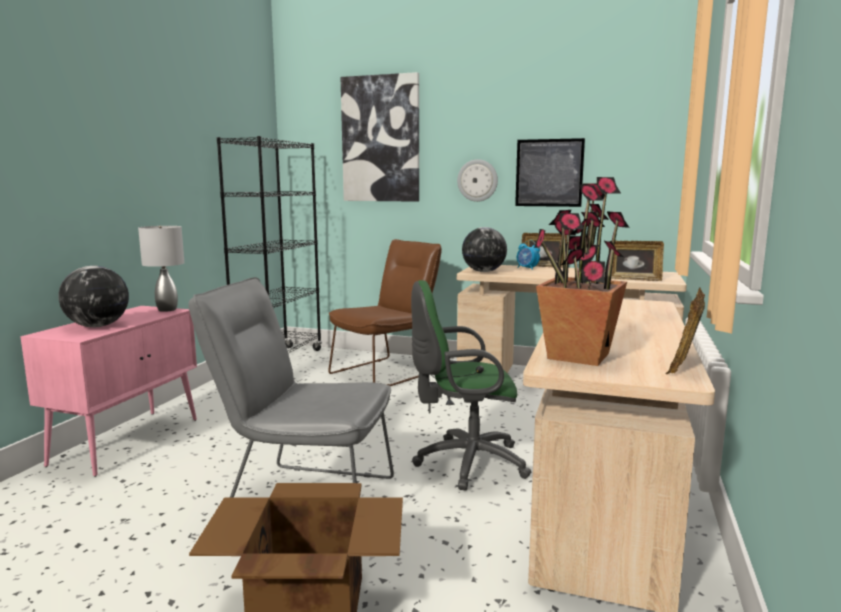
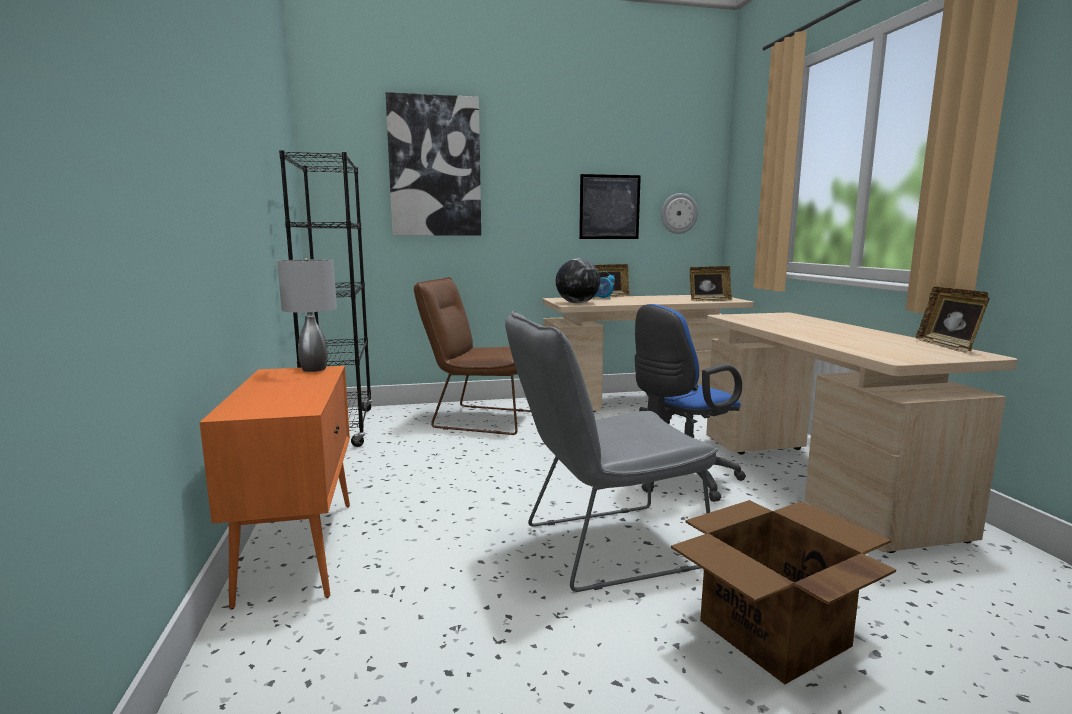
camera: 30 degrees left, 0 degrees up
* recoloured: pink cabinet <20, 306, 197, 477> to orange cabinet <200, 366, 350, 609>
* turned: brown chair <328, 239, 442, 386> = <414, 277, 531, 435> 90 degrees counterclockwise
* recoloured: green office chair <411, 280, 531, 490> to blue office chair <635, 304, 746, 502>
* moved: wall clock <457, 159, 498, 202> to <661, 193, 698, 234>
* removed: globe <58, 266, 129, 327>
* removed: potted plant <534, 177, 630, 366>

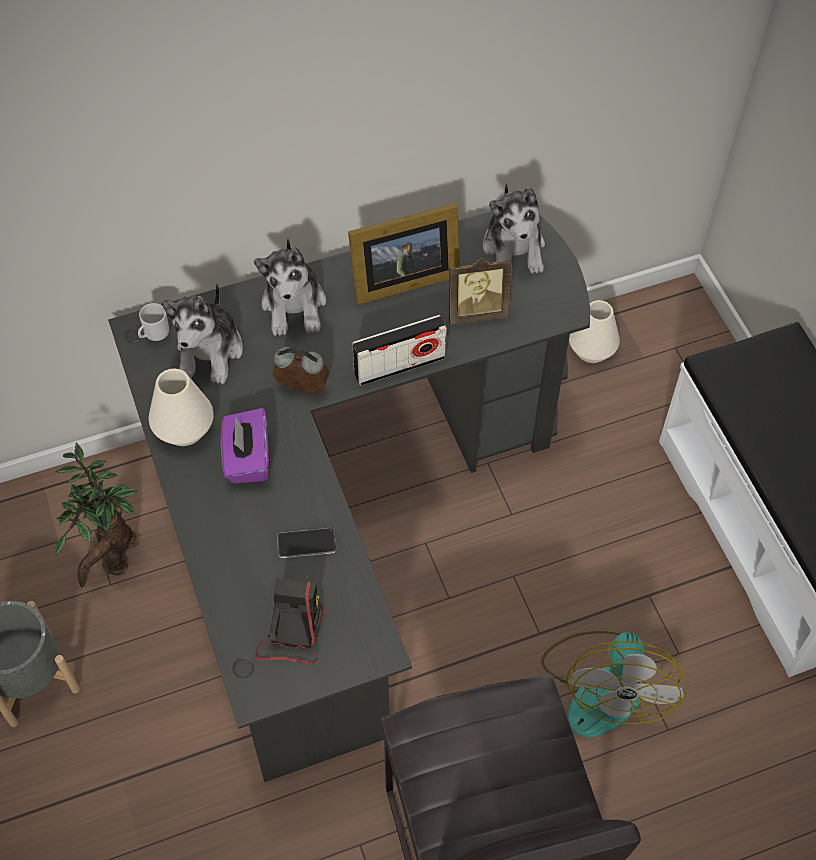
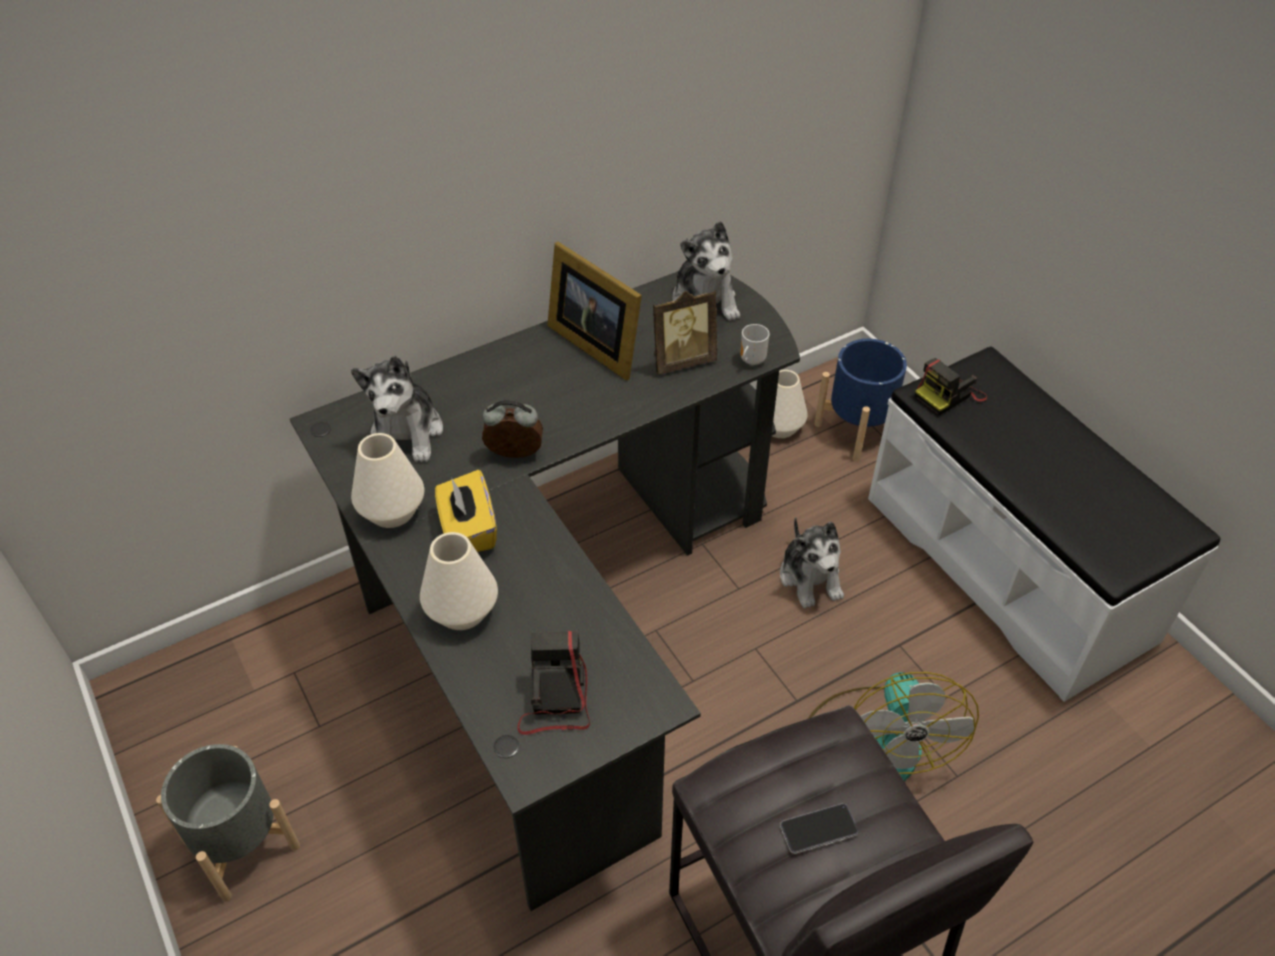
camera: 10 degrees left, 10 degrees down
* added: white vase <420, 532, 498, 630>
* recoloured: purple tissue box <221, 408, 269, 484> to yellow tissue box <435, 470, 497, 552>
* turned: picture frame <348, 203, 460, 305> = <547, 242, 642, 380> 75 degrees clockwise
* moved: mug <138, 303, 169, 341> to <741, 324, 770, 365>
* moved: plush toy <254, 238, 326, 336> to <780, 517, 844, 609>
* moved: phone <277, 528, 336, 558> to <780, 803, 859, 854>
* added: blue planter <815, 339, 909, 462>
* added: photo camera <915, 358, 987, 416>
* removed: potted plant <55, 442, 139, 587>
* removed: radio <353, 315, 447, 386>

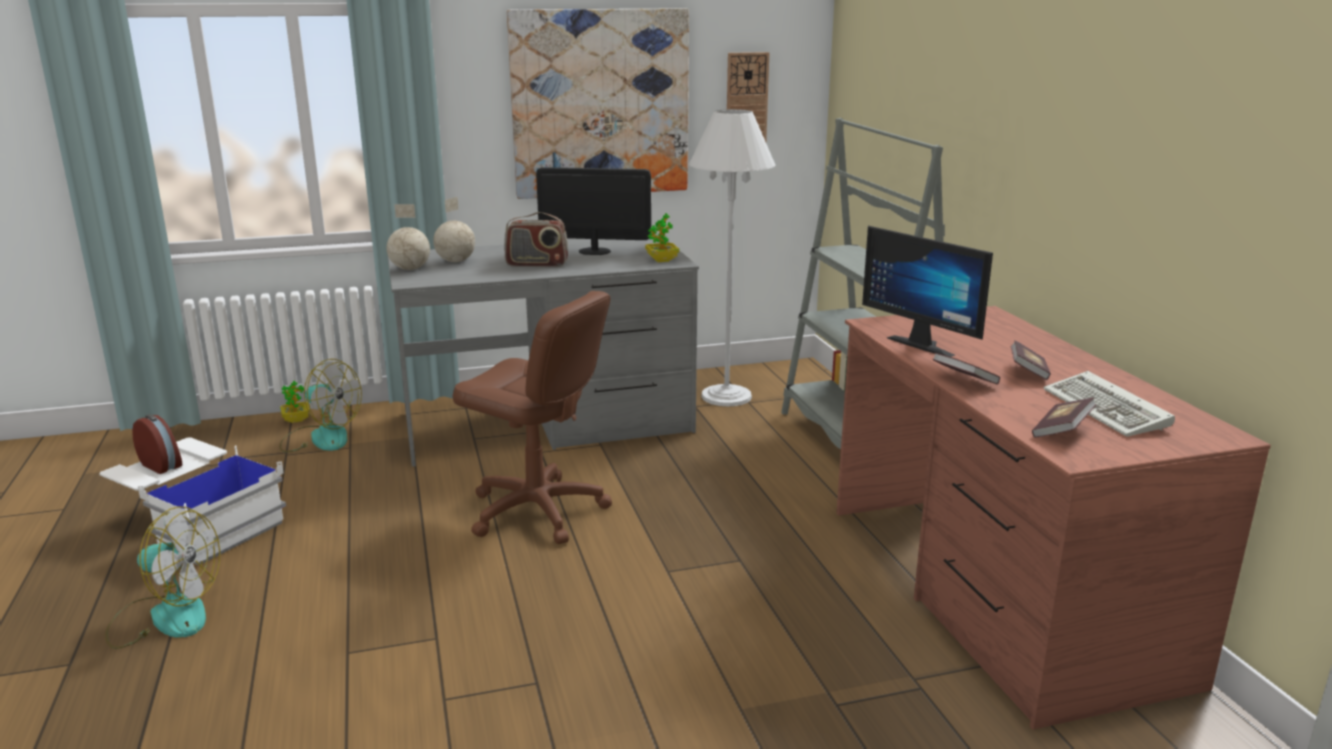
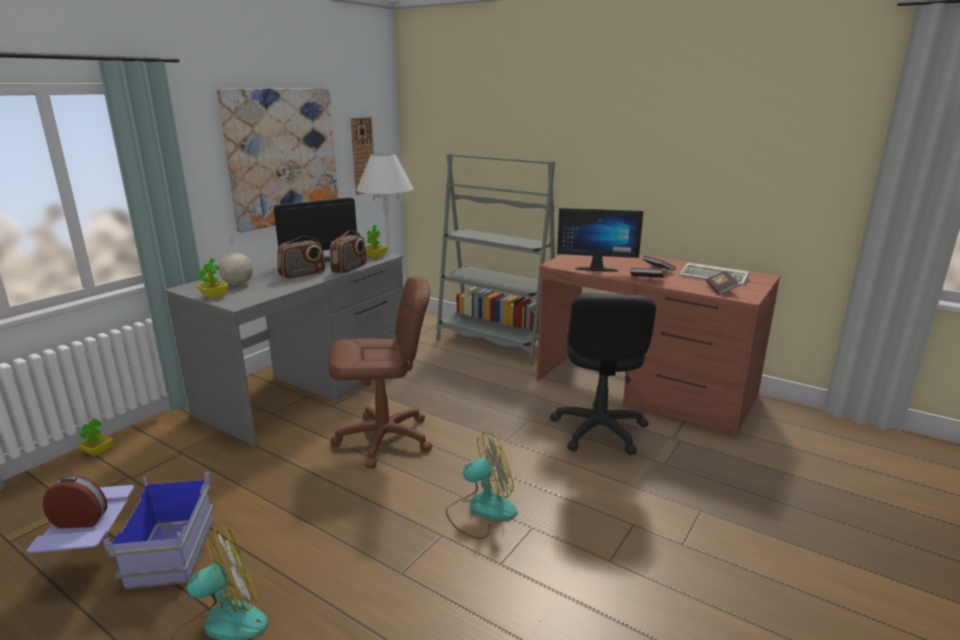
camera: 40 degrees left, 0 degrees up
* recoloured: white storage box <99, 437, 286, 566> to blue storage box <27, 472, 214, 589>
* replaced: globe <387, 204, 430, 270> to potted plant <197, 258, 228, 299>
* added: radio <330, 230, 367, 273>
* moved: fan <279, 359, 362, 452> to <446, 431, 518, 539>
* added: black office chair <550, 293, 656, 455>

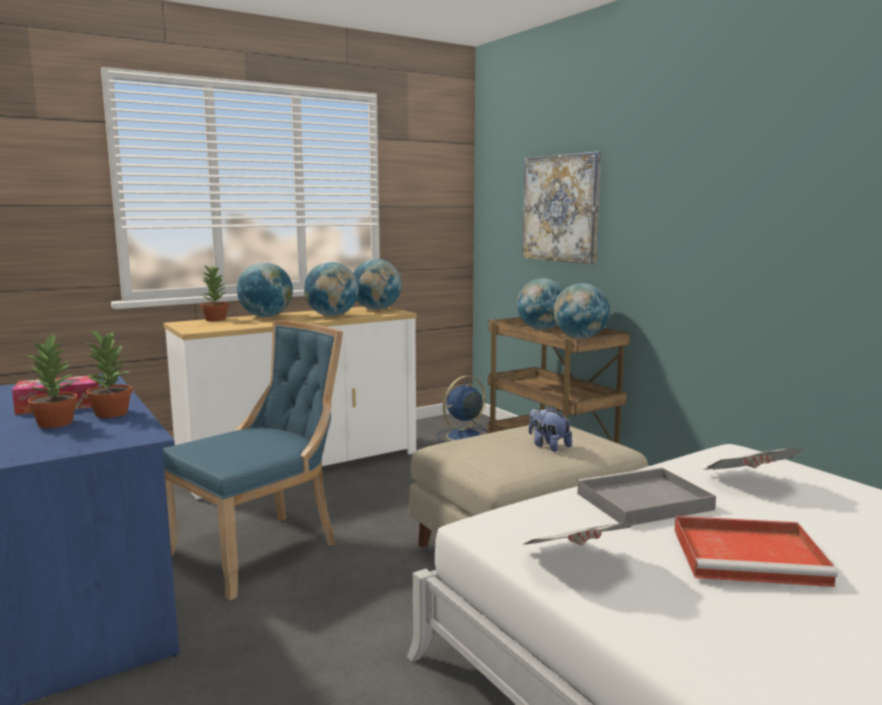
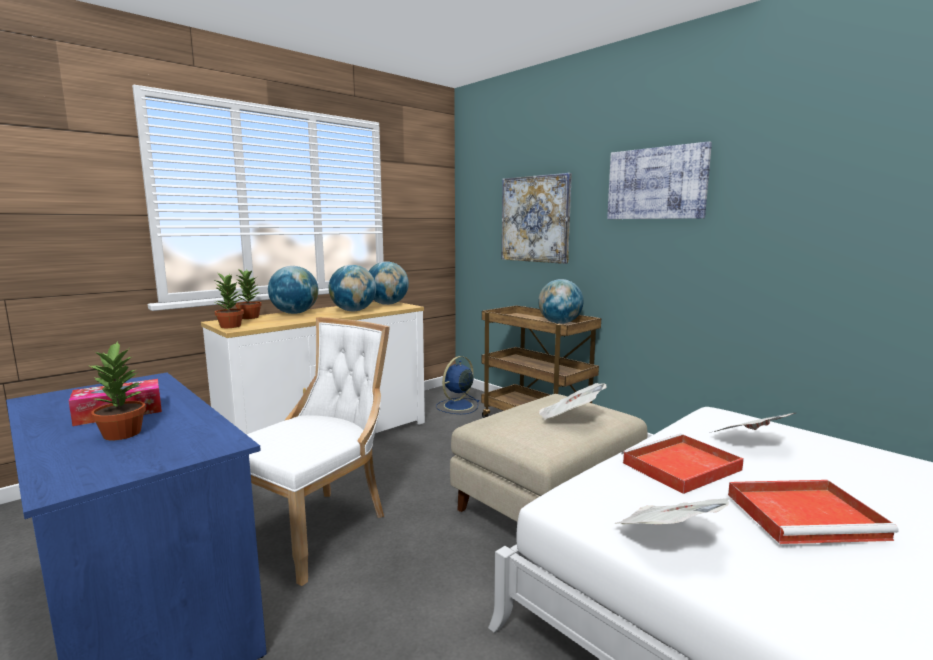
camera: 10 degrees left, 0 degrees up
* moved: potted plant <85, 329, 132, 418> to <215, 273, 244, 328>
* recoloured: blue chair <163, 320, 343, 600> to white chair <246, 317, 390, 586>
* replaced: plush toy <529, 406, 572, 452> to newspaper <539, 383, 606, 420>
* added: picture <607, 141, 712, 219>
* recoloured: grey tray <576, 467, 716, 525> to red tray <621, 434, 744, 494>
* removed: globe <517, 278, 564, 330>

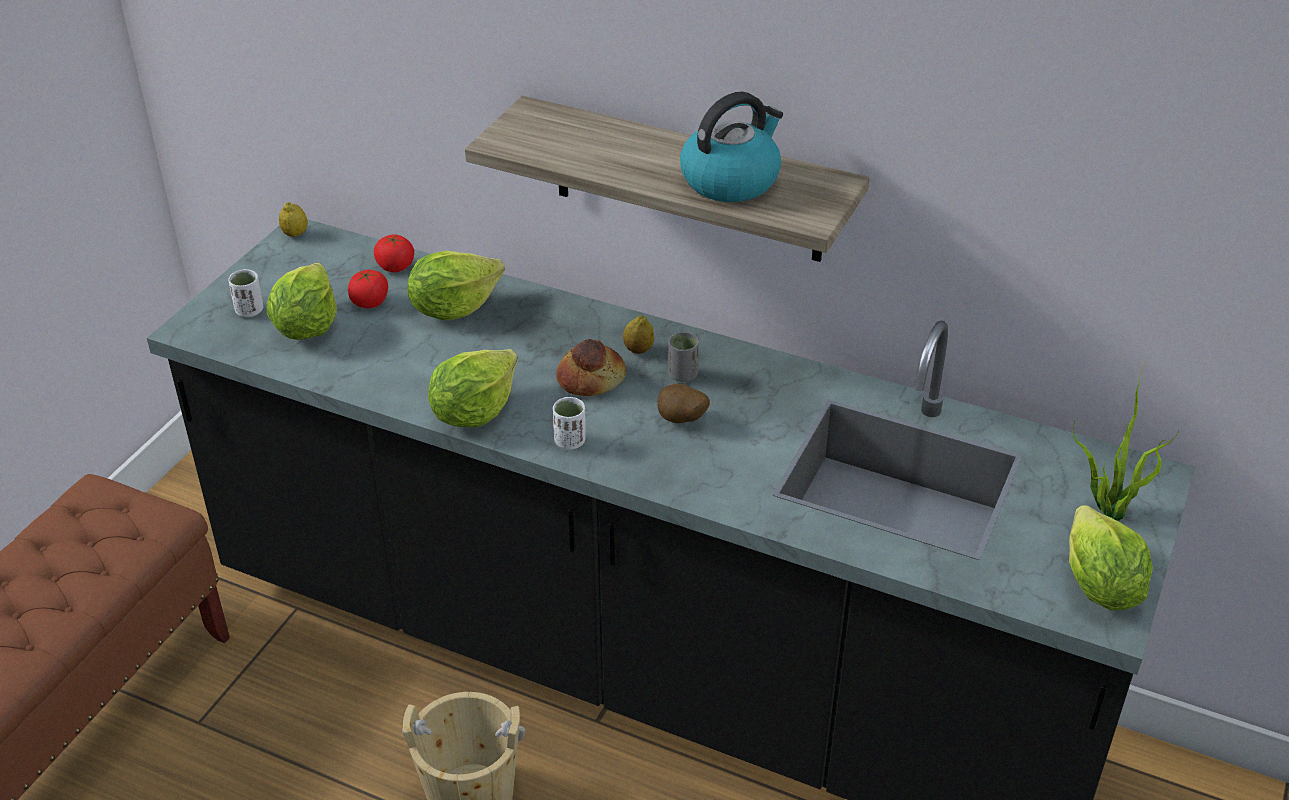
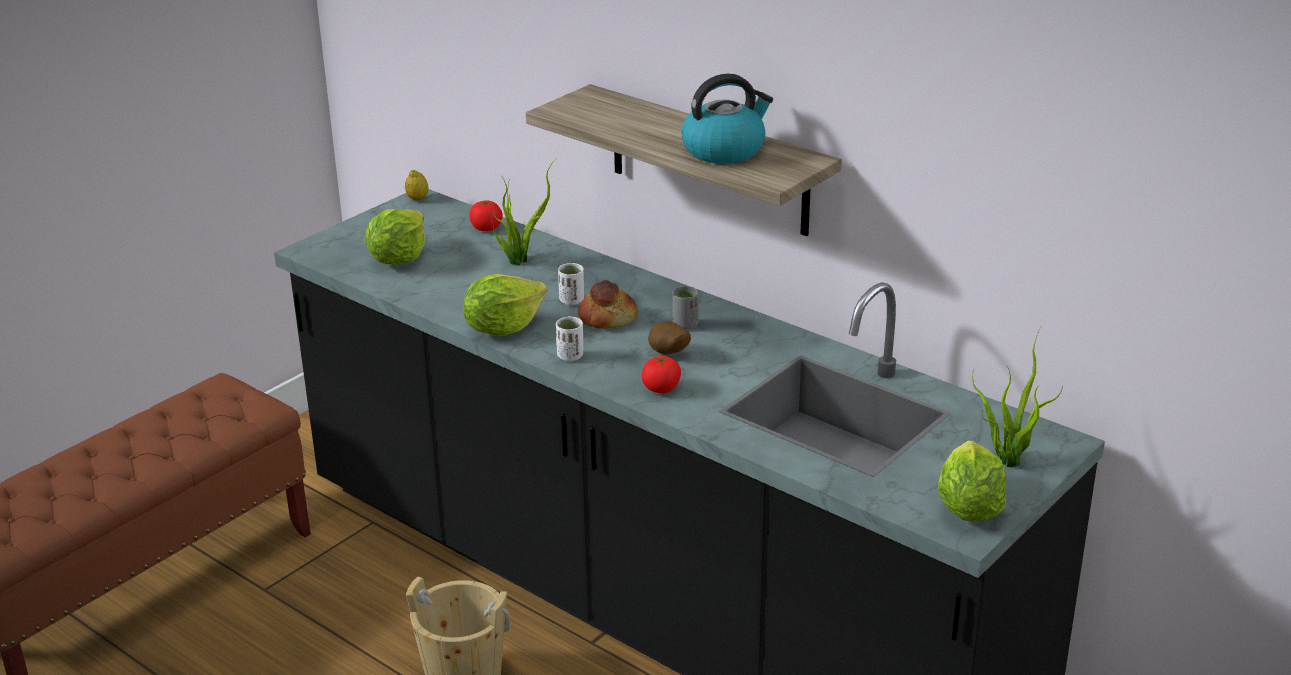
camera: 15 degrees right, 10 degrees down
* replaced: lettuce <407, 251, 505, 320> to potted plant <491, 158, 557, 265>
* moved: white cup <228, 269, 263, 317> to <558, 263, 584, 305>
* moved: tomato <348, 270, 388, 308> to <642, 356, 681, 393>
* removed: lemon <623, 315, 654, 354>

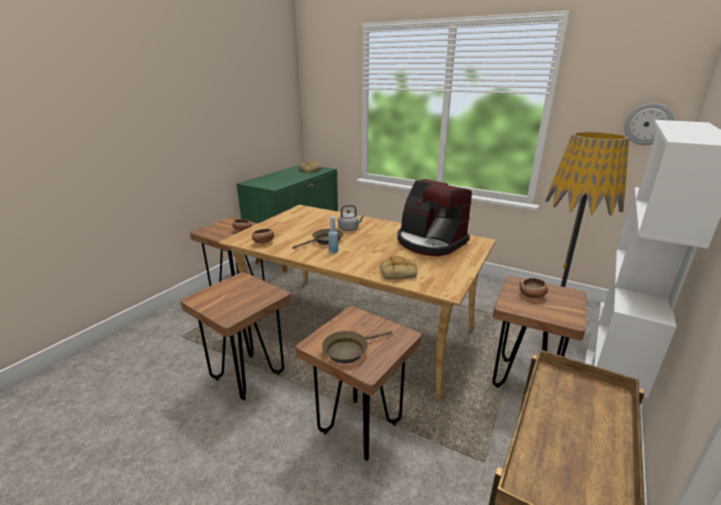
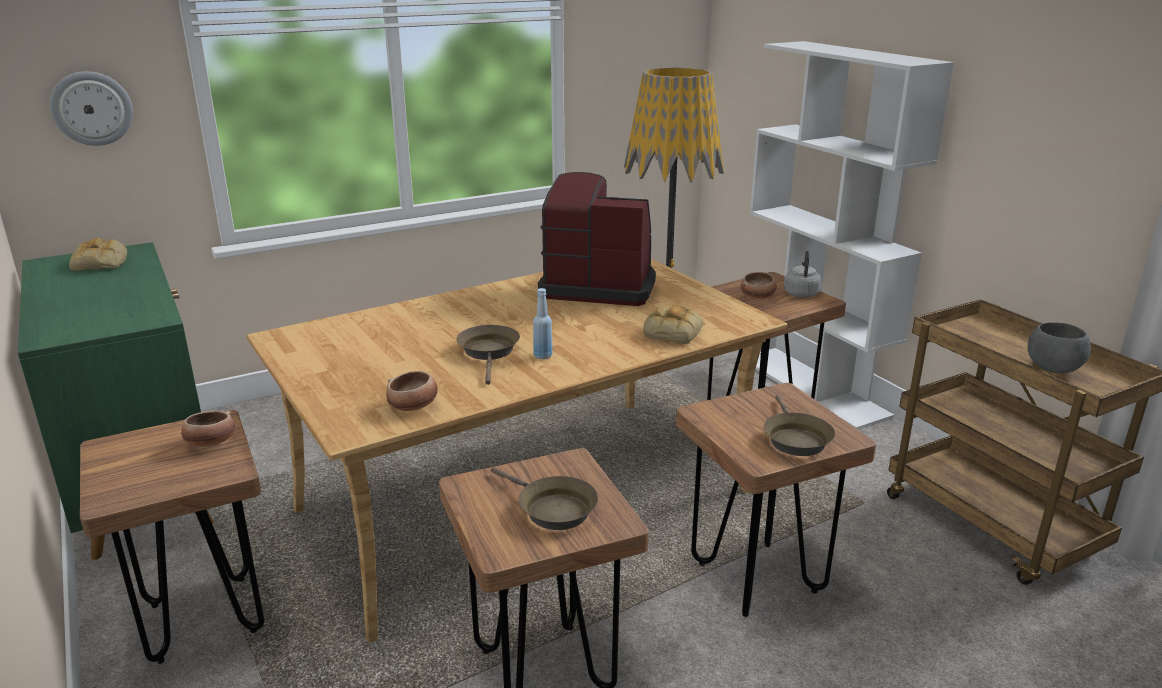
camera: 60 degrees left, 0 degrees up
* moved: wall clock <624, 103, 674, 145> to <50, 71, 133, 146>
* added: brown frying pan <491, 467, 598, 530>
* turned: coffee machine <397, 179, 472, 256> = <538, 172, 656, 306> 150 degrees counterclockwise
* moved: grey kettle <338, 205, 365, 231> to <784, 251, 821, 298>
* added: grey bowl <1028, 322, 1091, 373>

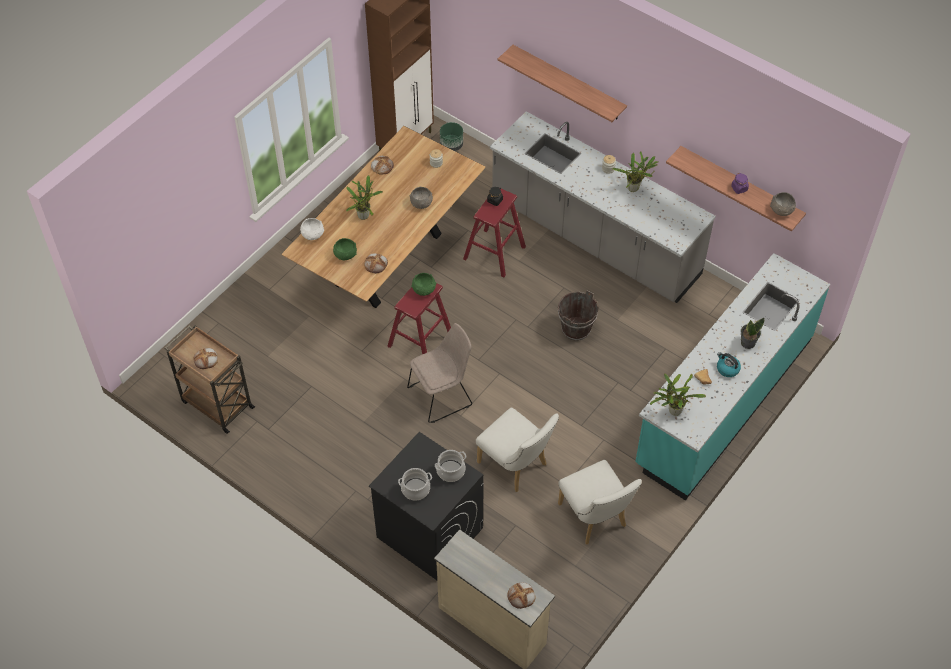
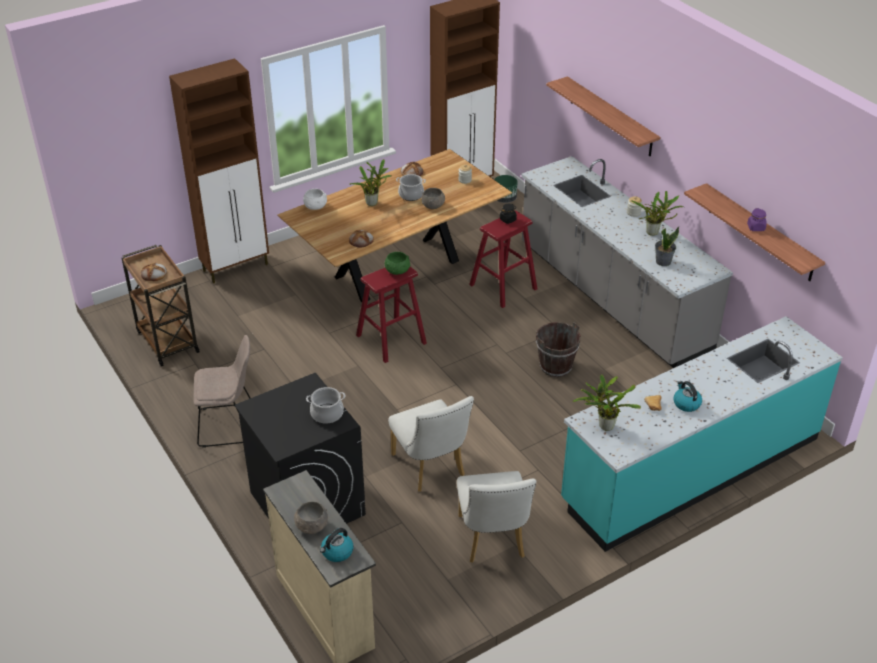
camera: 20 degrees right, 15 degrees down
* added: brown cabinet <169, 58, 269, 284>
* moved: beige chair <407, 323, 472, 423> to <193, 335, 250, 448>
* moved: grey bowl <770, 192, 796, 216> to <294, 501, 328, 534>
* replaced: bread <507, 582, 536, 609> to kettle <320, 528, 354, 562>
* moved: cooking pot <398, 468, 432, 501> to <396, 174, 426, 201>
* moved: potted plant <740, 317, 765, 349> to <655, 227, 679, 266>
* removed: green bowl <333, 238, 357, 260>

